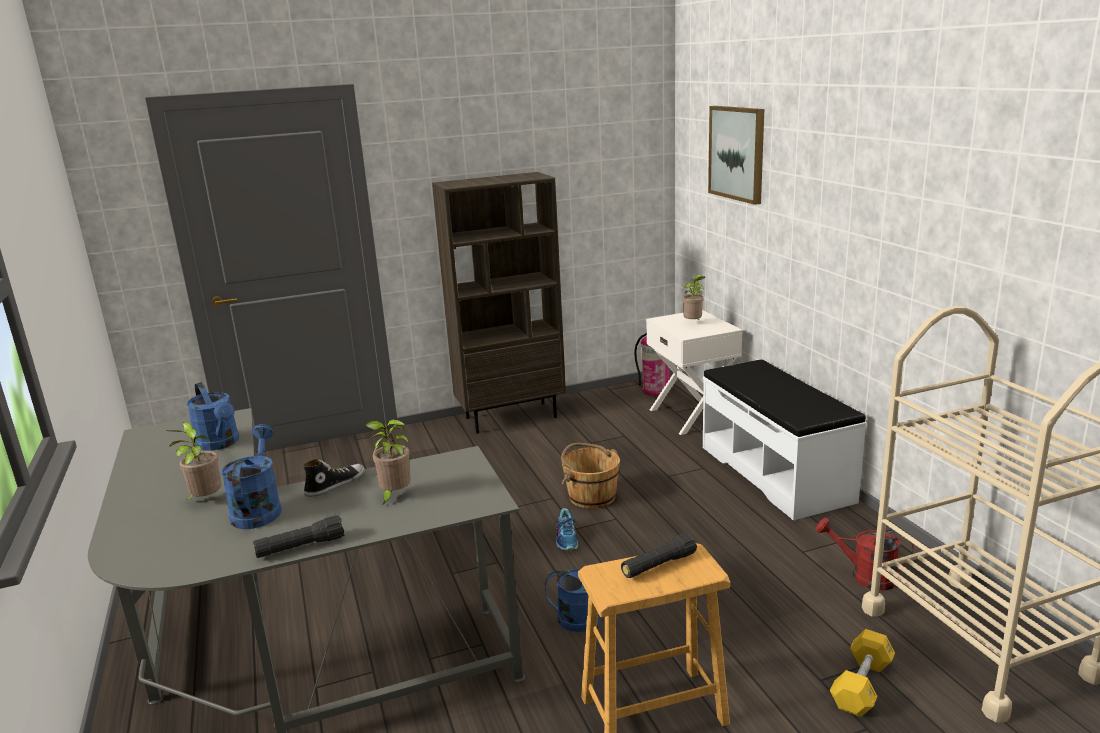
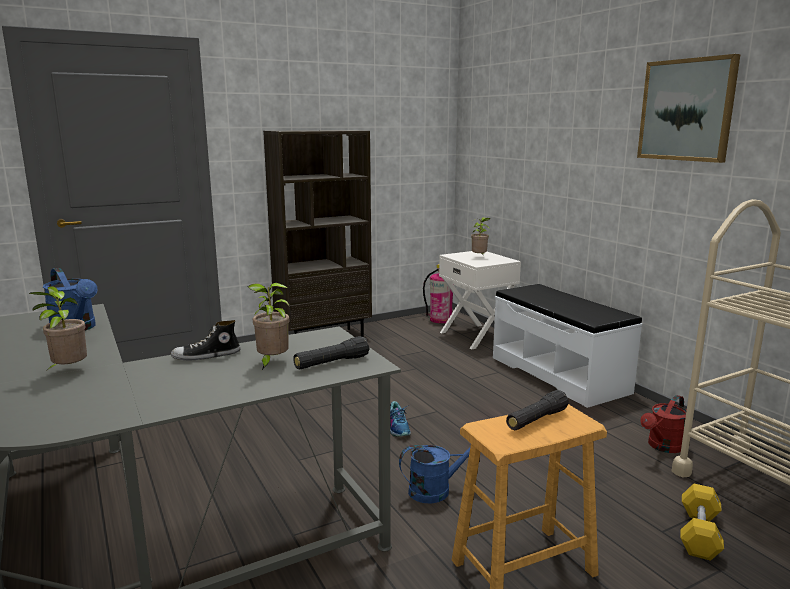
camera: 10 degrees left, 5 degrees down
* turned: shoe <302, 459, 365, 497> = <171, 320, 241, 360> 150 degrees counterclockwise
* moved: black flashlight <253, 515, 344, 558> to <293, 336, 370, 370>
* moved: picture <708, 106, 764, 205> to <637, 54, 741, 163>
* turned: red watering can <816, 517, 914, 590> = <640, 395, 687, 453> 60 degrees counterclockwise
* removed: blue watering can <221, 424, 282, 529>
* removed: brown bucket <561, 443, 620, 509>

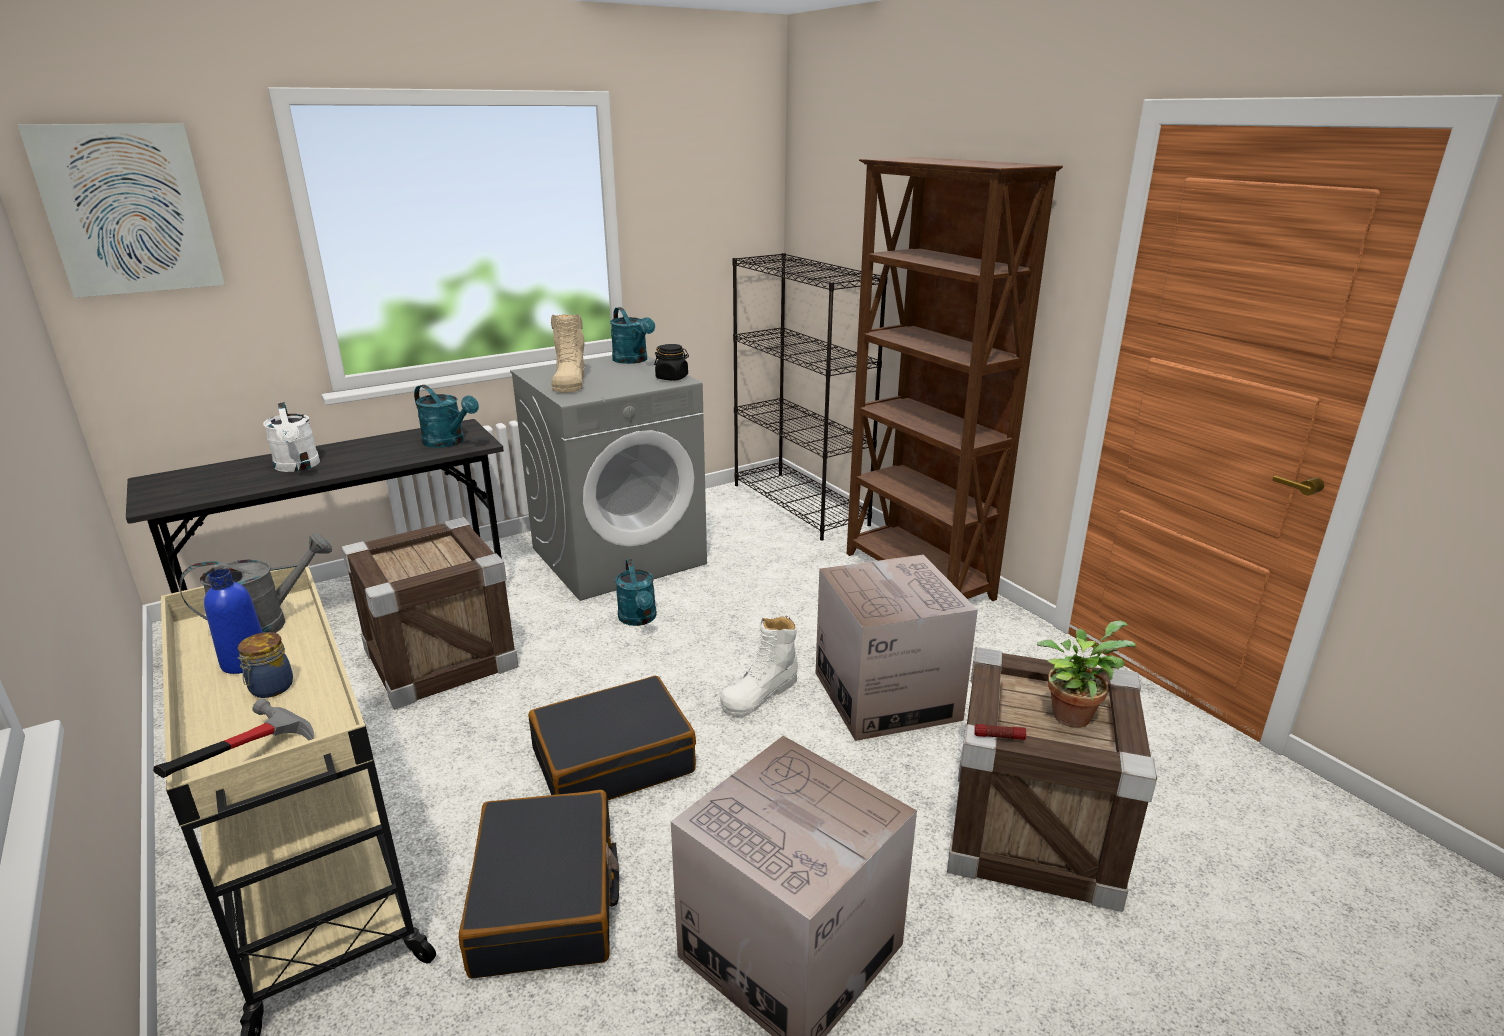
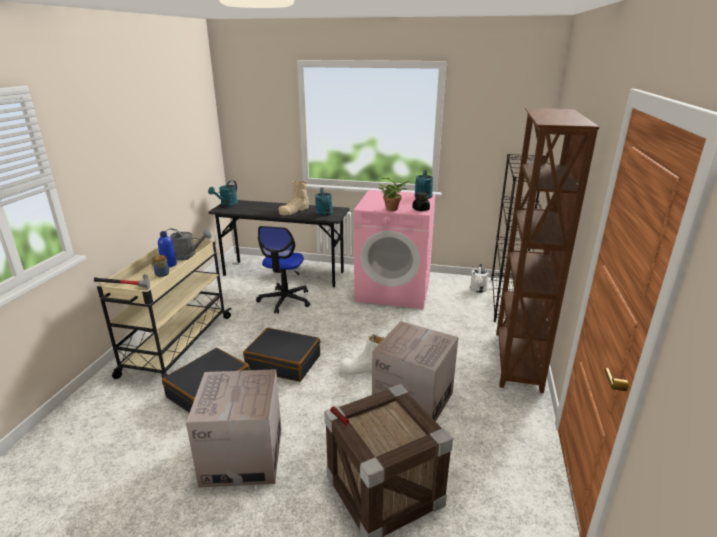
camera: 45 degrees right, 0 degrees up
* moved: turquoise watering can <615, 559, 657, 626> to <208, 180, 238, 207>
* replaced: crate <341, 517, 519, 709> to office chair <256, 226, 310, 314>
* moved: beige boot <551, 314, 585, 393> to <279, 181, 309, 215>
* recoloured: grey washing machine <510, 355, 707, 601> to pink washing machine <354, 190, 436, 309>
* moved: potted plant <1036, 621, 1136, 728> to <379, 177, 412, 211>
* moved: white watering can <263, 402, 320, 472> to <470, 264, 489, 293>
* removed: picture <17, 123, 225, 298>

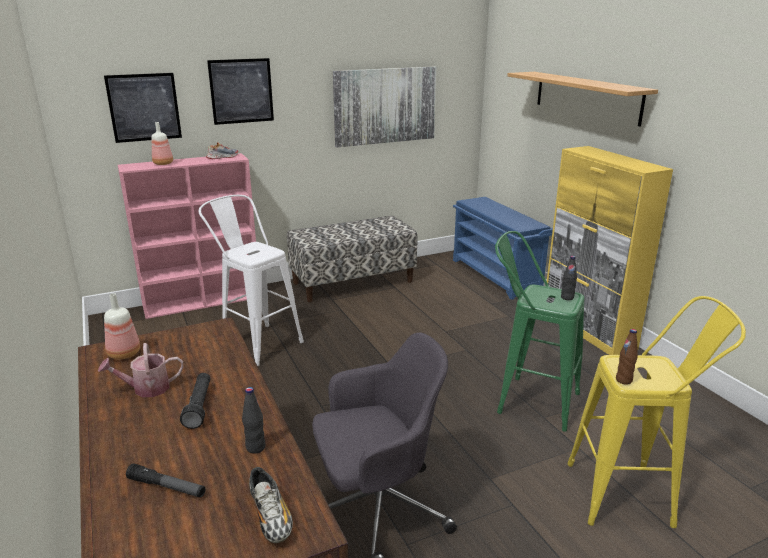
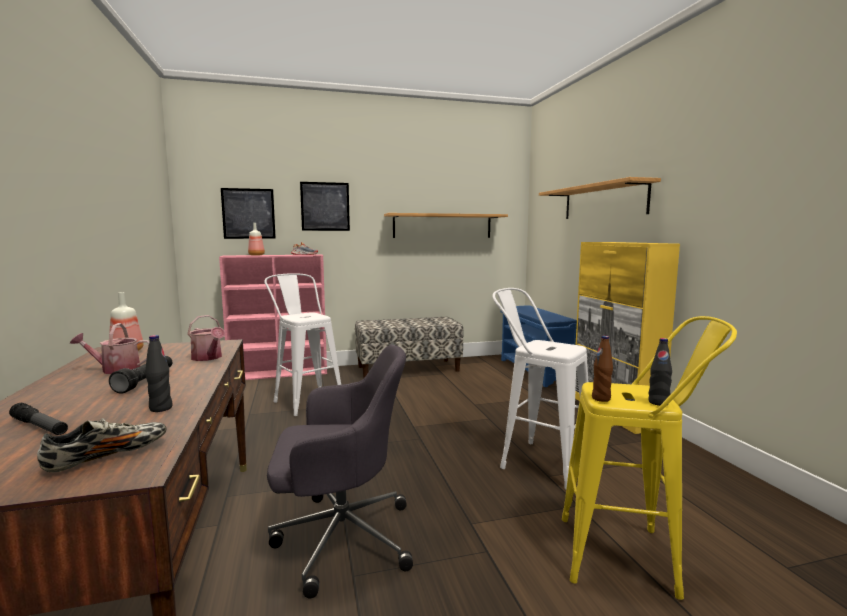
camera: 10 degrees right, 15 degrees down
* turned: shoe <249, 467, 293, 543> = <37, 418, 167, 473> 120 degrees counterclockwise
* added: watering can <187, 315, 225, 361>
* replaced: picture <333, 67, 436, 147> to shelf <384, 213, 508, 238>
* recoloured: green stool <495, 231, 584, 432> to white stool <492, 288, 588, 489>
* moved: black bottle <561, 256, 577, 300> to <648, 338, 672, 406>

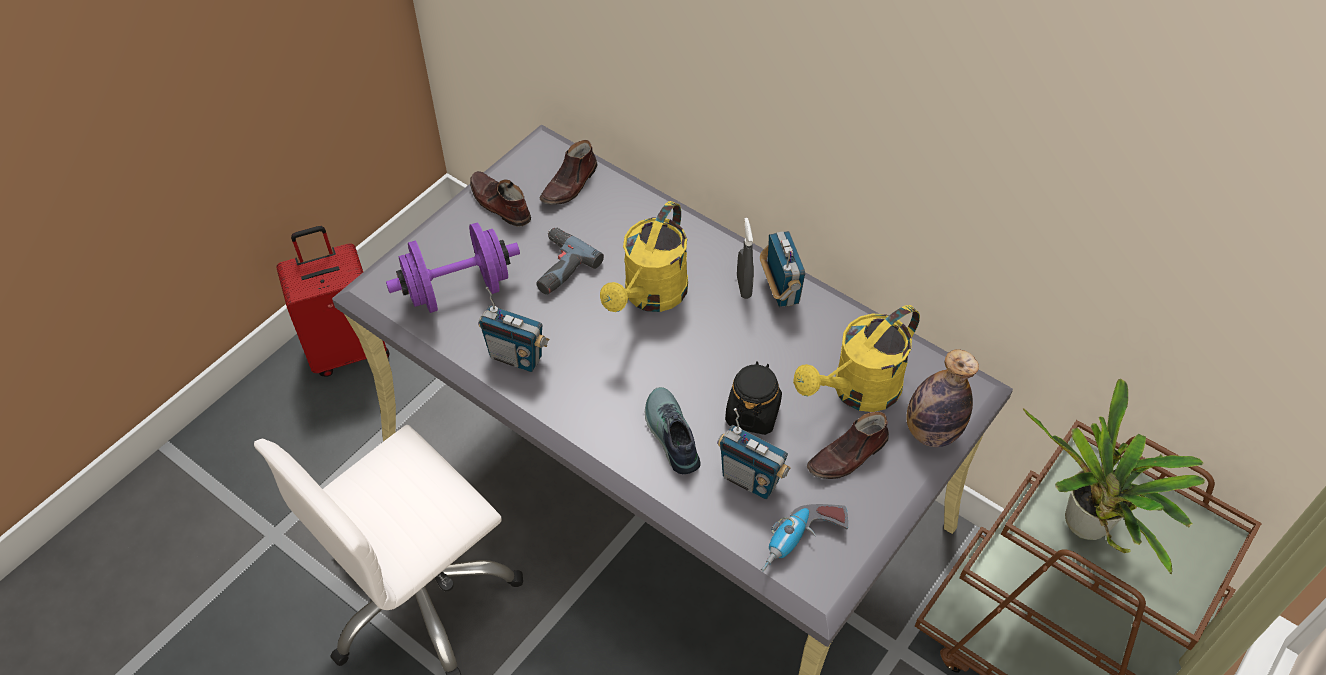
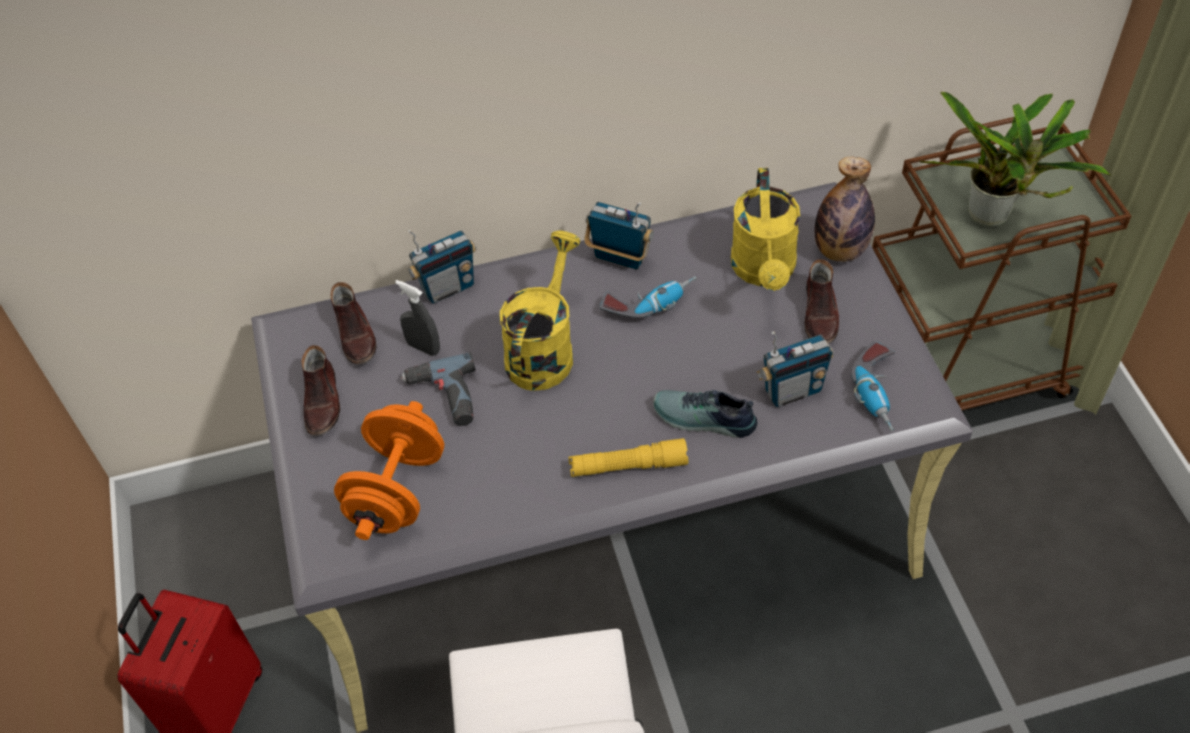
camera: 50 degrees left, 0 degrees up
* turned: brown shoe <470, 171, 531, 227> = <301, 345, 340, 435> 90 degrees counterclockwise
* recoloured: purple dumbbell <386, 222, 520, 313> to orange dumbbell <334, 401, 444, 540>
* moved: grey spray bottle <737, 218, 754, 299> to <395, 280, 440, 356>
* moved: radio <478, 287, 549, 372> to <408, 230, 476, 304>
* turned: yellow watering can <600, 201, 688, 312> = <500, 231, 580, 391> 135 degrees counterclockwise
* added: yellow flashlight <568, 438, 688, 477>
* added: power drill <600, 276, 697, 318>
* removed: black jar <725, 361, 782, 435>

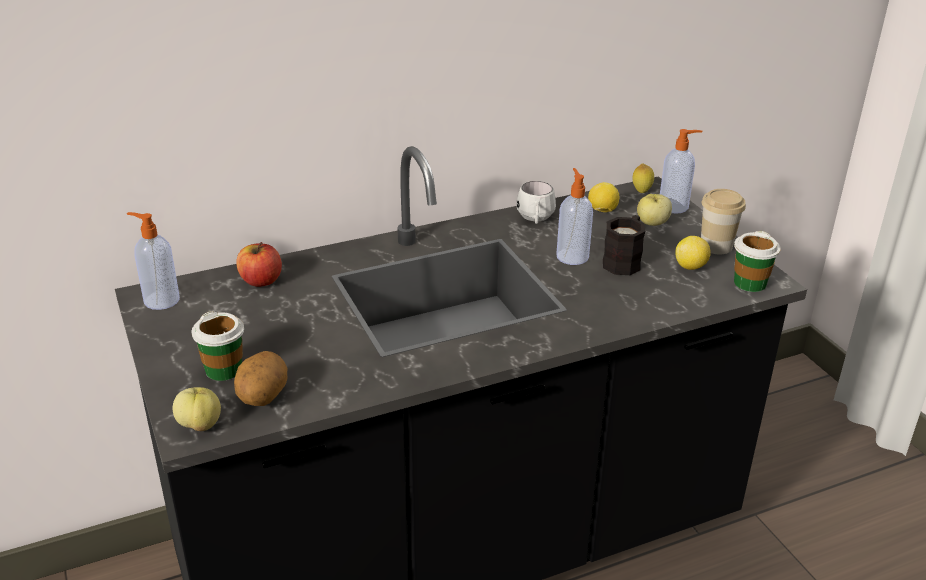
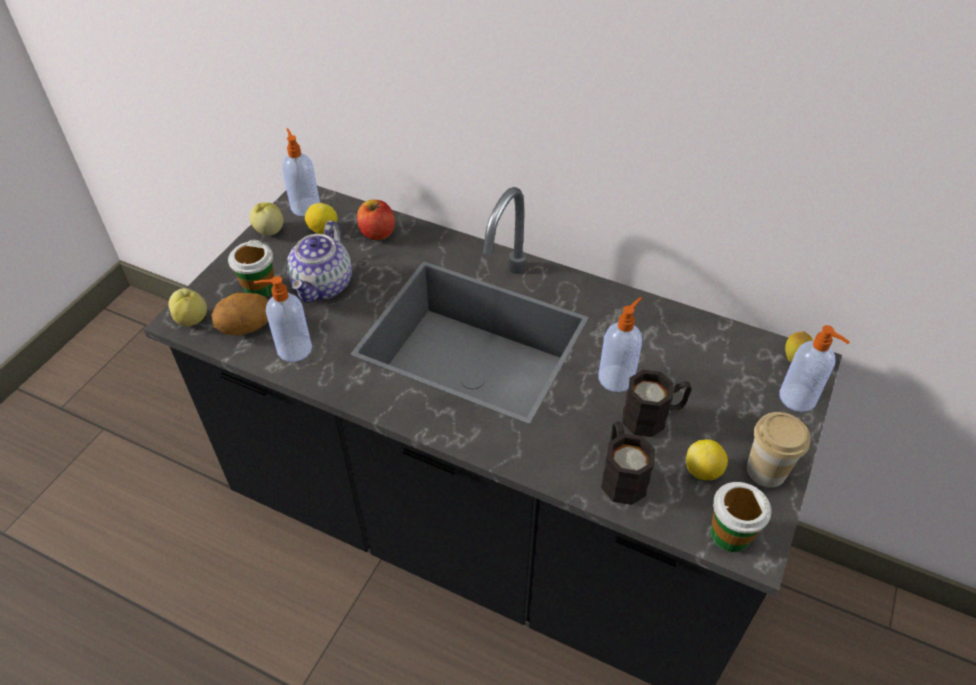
camera: 50 degrees right, 15 degrees up
* moved: apple <637, 194, 672, 226> to <249, 203, 284, 236>
* added: soap dispenser <254, 276, 312, 362>
* added: teapot <287, 220, 352, 303>
* moved: lemon <588, 182, 619, 212> to <305, 203, 337, 234>
* added: black mug <601, 421, 655, 505>
* removed: white mug <516, 181, 556, 224>

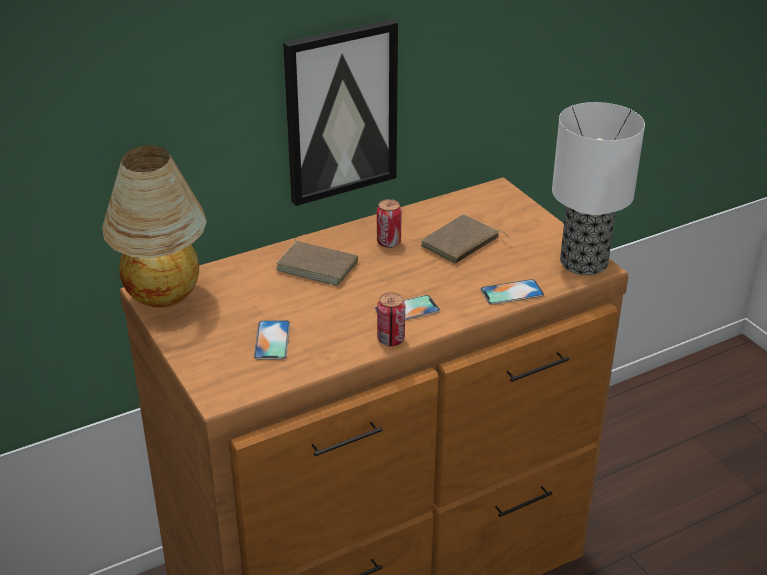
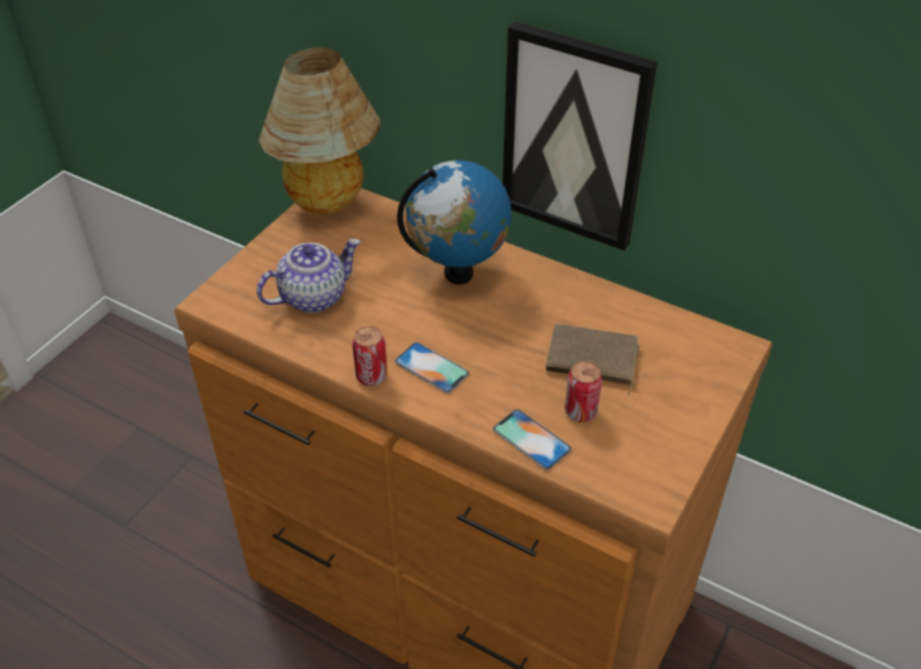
camera: 60 degrees right, 10 degrees up
* replaced: phone <254, 320, 290, 360> to teapot <257, 239, 360, 313>
* replaced: brown book <276, 234, 358, 286> to globe <397, 160, 512, 285>
* moved: can <377, 199, 402, 248> to <565, 361, 602, 422>
* removed: table lamp <552, 102, 645, 275>

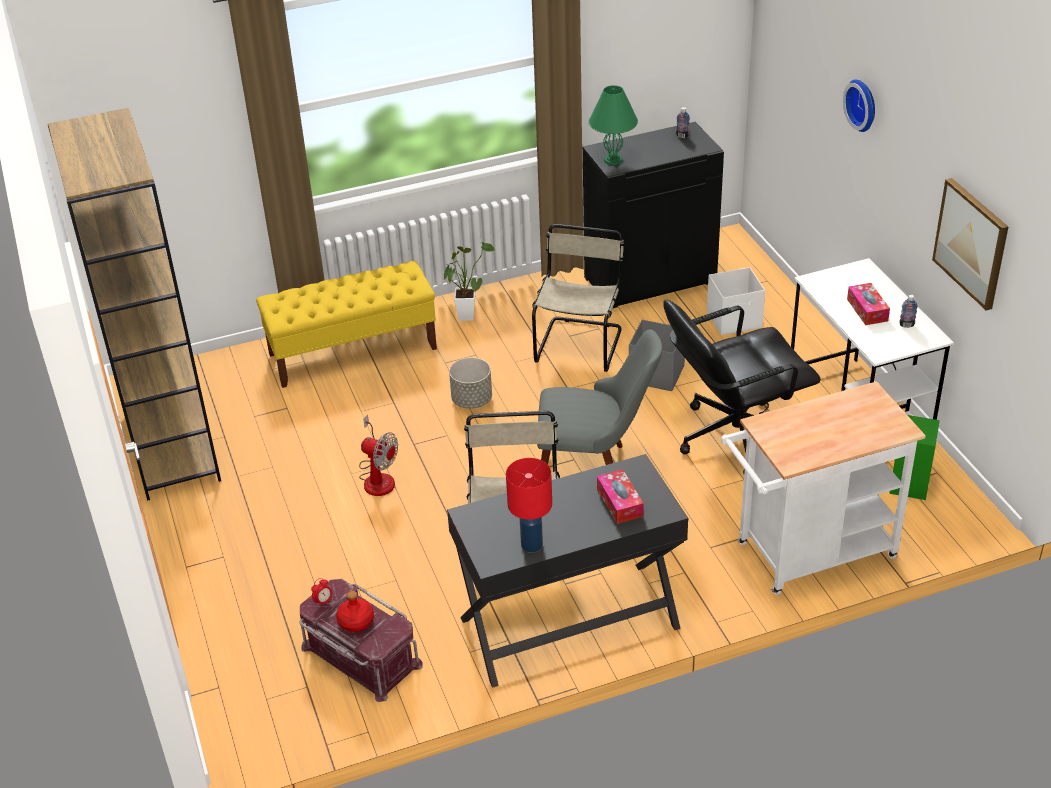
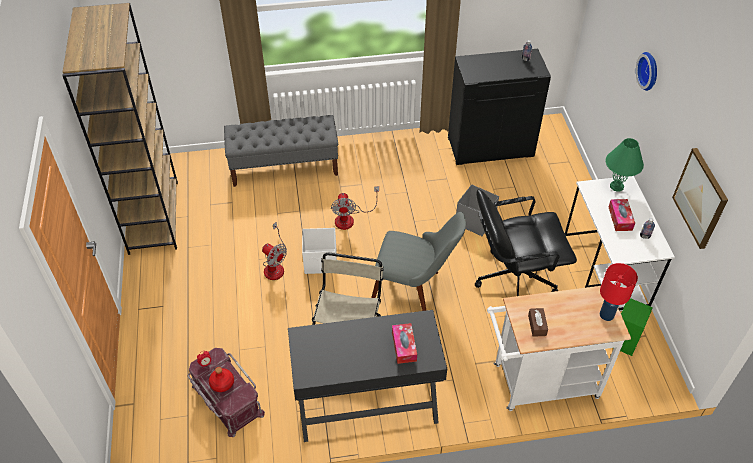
camera: 10 degrees right, 10 degrees up
* recoloured: yellow bench <256, 261, 437, 388> to grey bench <224, 115, 338, 187>
* moved: white storage box <707, 267, 765, 335> to <302, 228, 337, 274>
* replaced: grey planter <449, 357, 492, 409> to fan <331, 186, 379, 230>
* added: brown tissue box <528, 308, 548, 337>
* moved: red table lamp <506, 458, 552, 553> to <600, 263, 638, 321>
* moved: green table lamp <589, 85, 638, 165> to <605, 138, 644, 192>
* removed: potted plant <443, 242, 495, 321>
* removed: beige chair <532, 224, 624, 372>

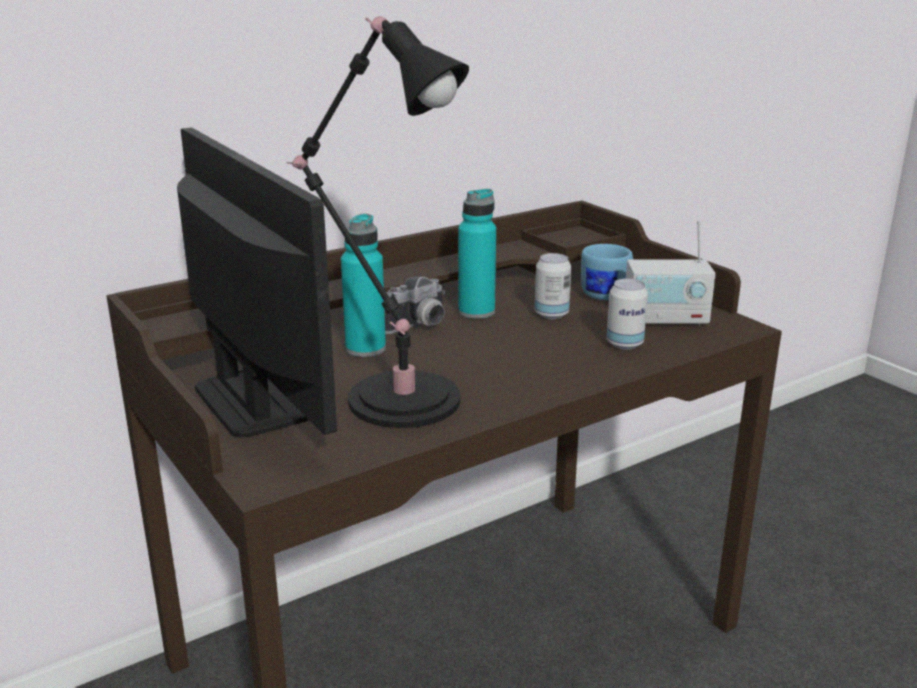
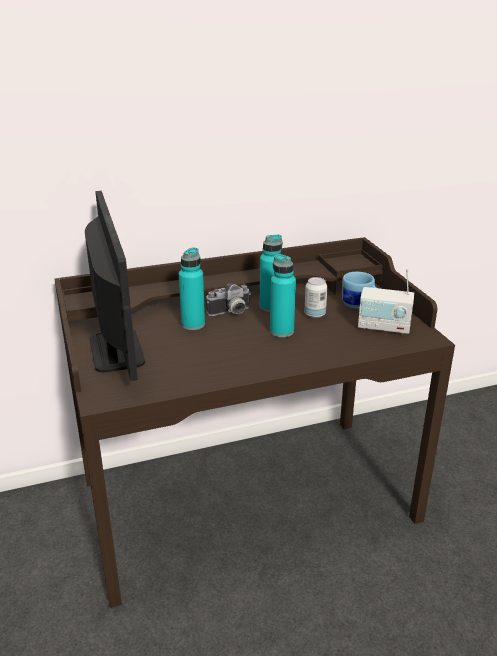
camera: 15 degrees right, 5 degrees up
* added: turquoise bottle <270, 254, 296, 337>
* removed: black table lamp <287, 16, 469, 428>
* removed: can <606, 279, 648, 350>

